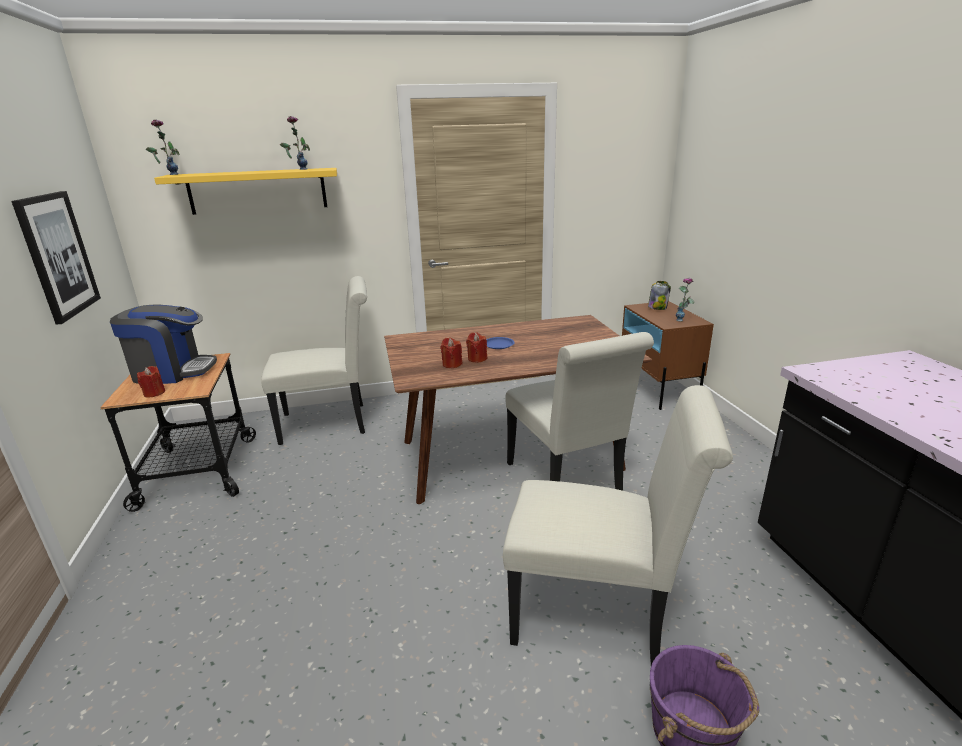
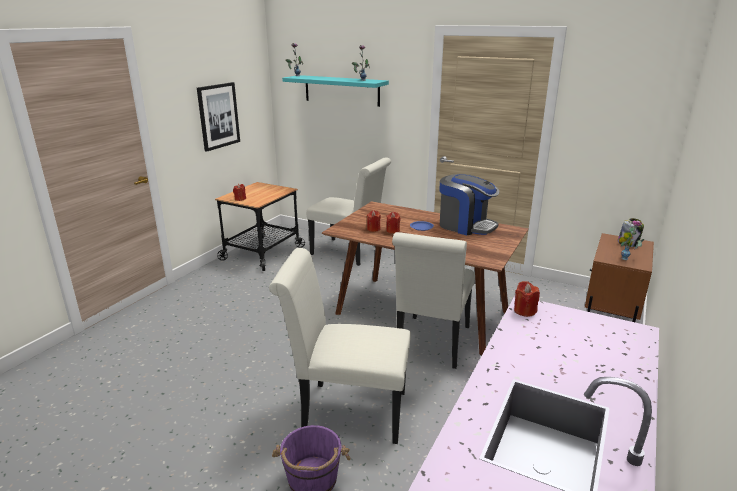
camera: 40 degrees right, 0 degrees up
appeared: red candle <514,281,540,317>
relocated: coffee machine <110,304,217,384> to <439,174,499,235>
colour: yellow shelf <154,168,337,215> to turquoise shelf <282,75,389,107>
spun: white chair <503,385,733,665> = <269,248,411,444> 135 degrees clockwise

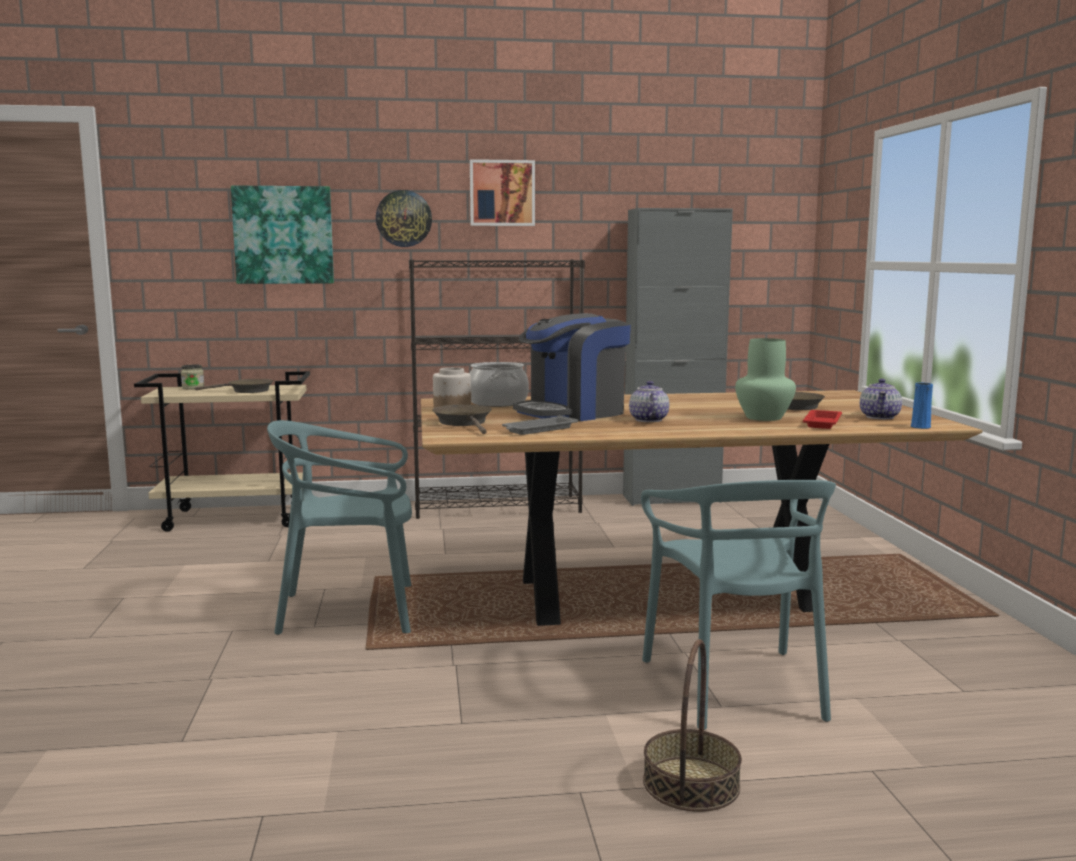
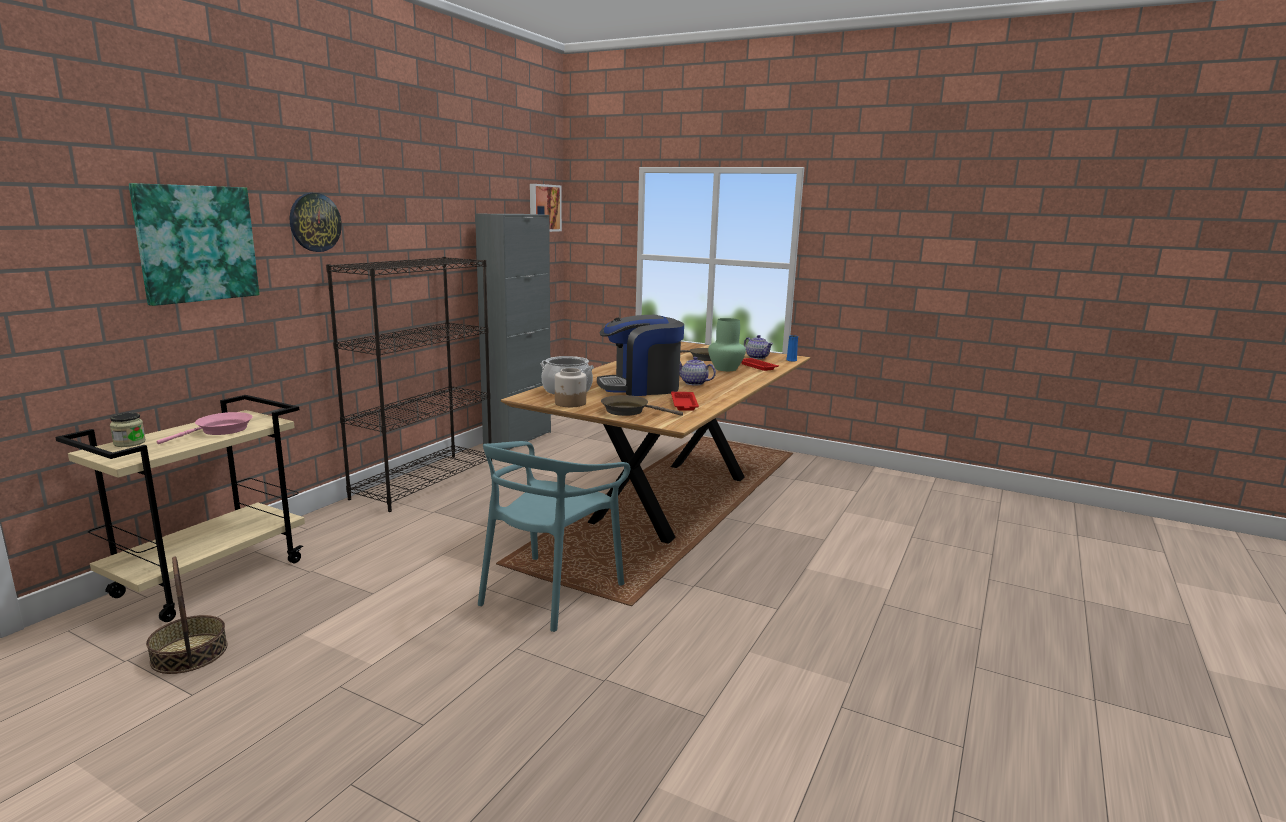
camera: 55 degrees left, 5 degrees up
missing: turquoise chair <641,480,836,730>
relocated: picture <470,159,535,226> to <530,184,562,232>; basket <643,639,742,812> to <146,556,228,674>
colour: brown frying pan <195,379,273,393> to pink frying pan <156,412,253,444>; grey tray <502,415,578,435> to red tray <671,392,699,411>
spun: coffee machine <513,313,631,421> = <597,315,684,396> 75 degrees clockwise

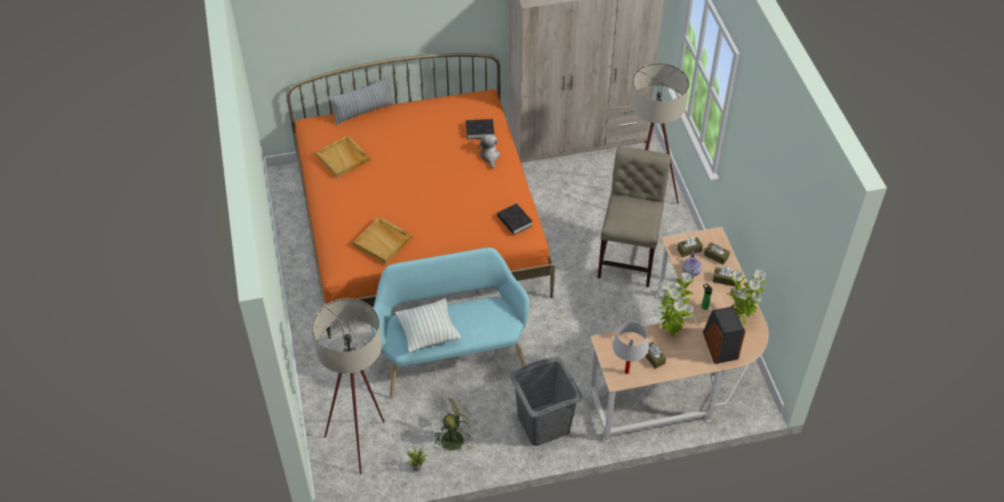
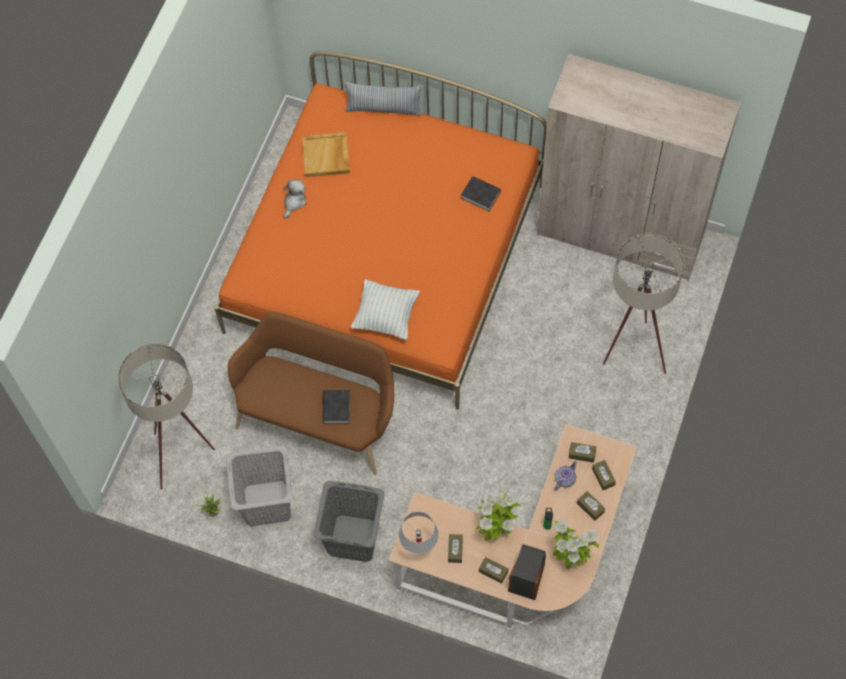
camera: 35 degrees right, 15 degrees up
missing: beige tray <353,216,412,264>; beige chair <598,146,671,287>
appeared: brown tissue box <479,557,508,584>
relocated: pillow <395,299,461,353> to <351,279,420,340>; plush toy <478,135,500,169> to <283,179,307,218>; black book <497,203,533,235> to <323,390,350,424>
exchanged: green fan <435,393,480,451> to grey laundry basket <226,445,293,526>
colour: turquoise bench <371,248,529,398> to brown bench <228,312,394,475>

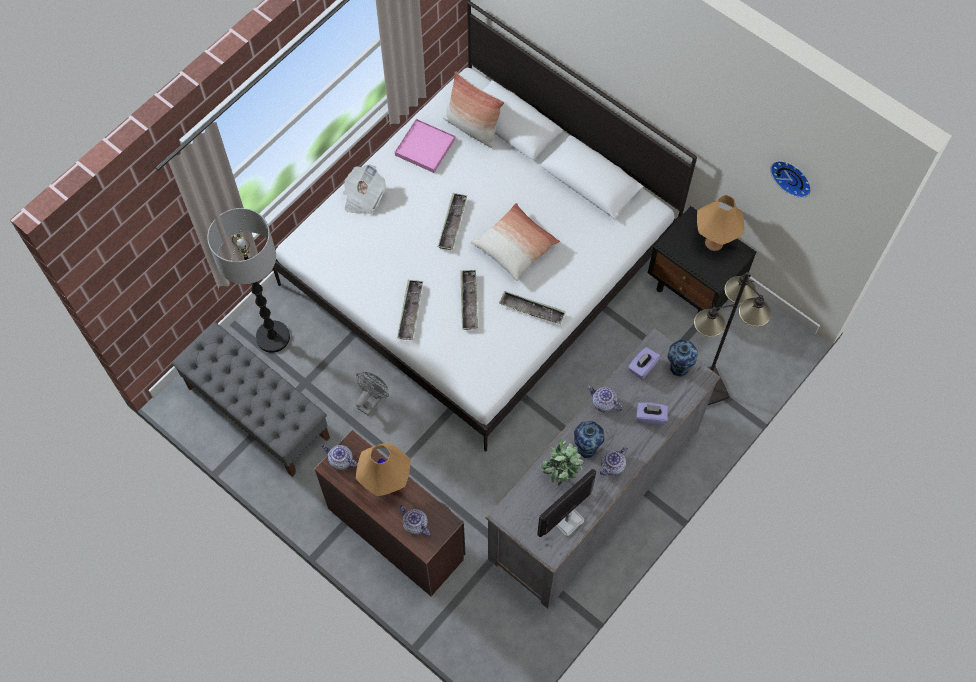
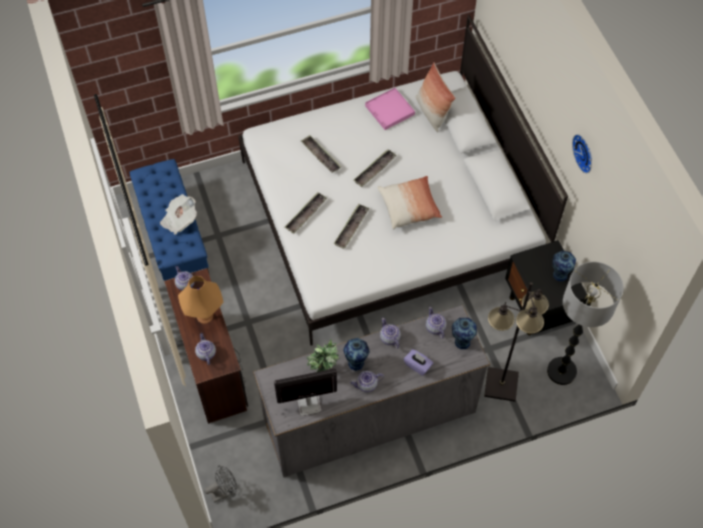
camera: 30 degrees right, 5 degrees down
relocated: floor lamp <207,208,290,353> to <547,262,624,385>; newspaper <343,164,386,214> to <160,194,197,235>; grey fan <356,372,389,416> to <204,465,237,503>; tray <499,291,566,324> to <301,135,341,173>; wall clock <770,161,811,198> to <572,134,592,174>
exchanged: purple tissue box <628,347,661,380> to teapot <426,307,446,338>; orange table lamp <697,195,744,251> to vase <552,251,576,282>
colour: grey bench <172,322,330,477> to blue bench <129,159,209,281>

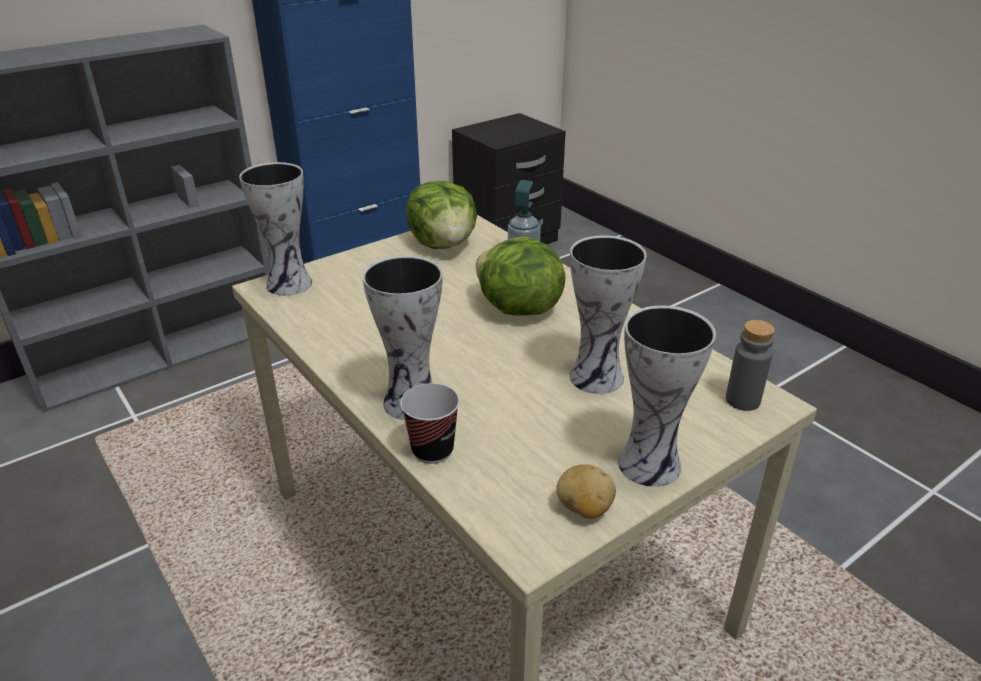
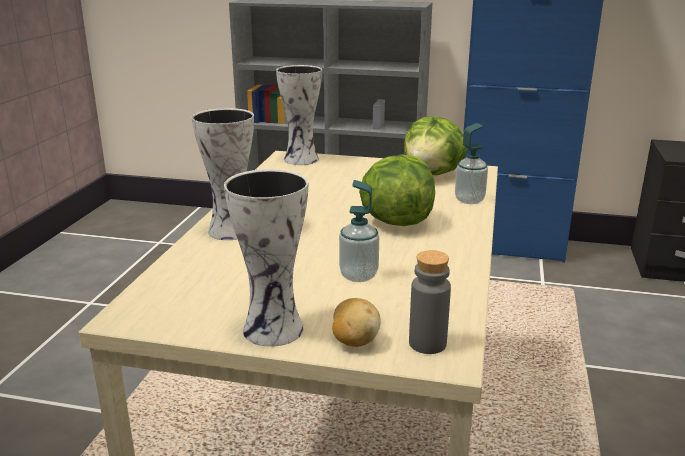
camera: 50 degrees right, 10 degrees down
missing: cup <400,383,460,464>
relocated: potato <556,464,616,519> to <332,298,381,347>
exchanged: vase <569,235,647,394> to soap dispenser <339,180,379,282>

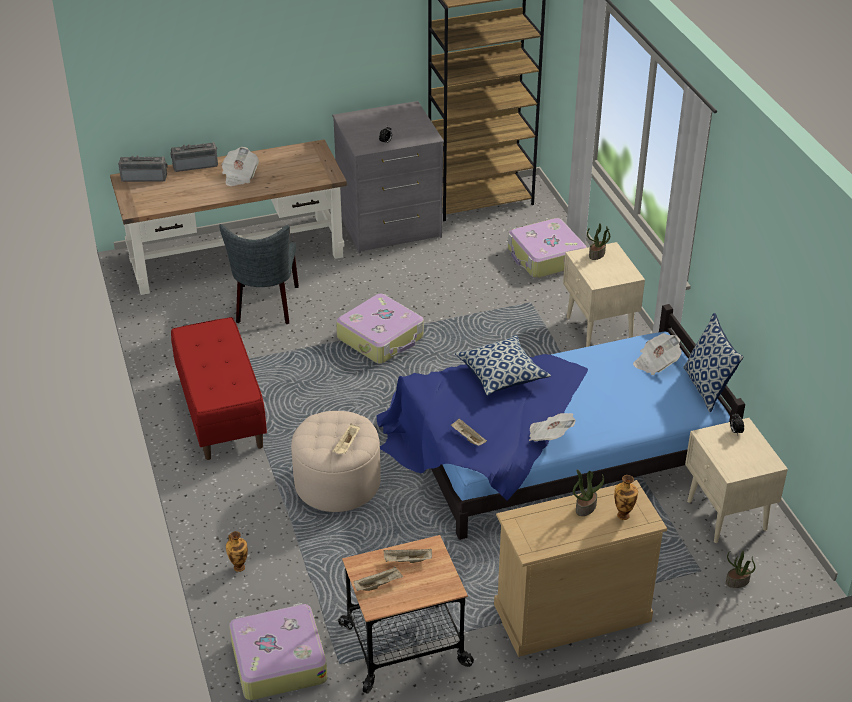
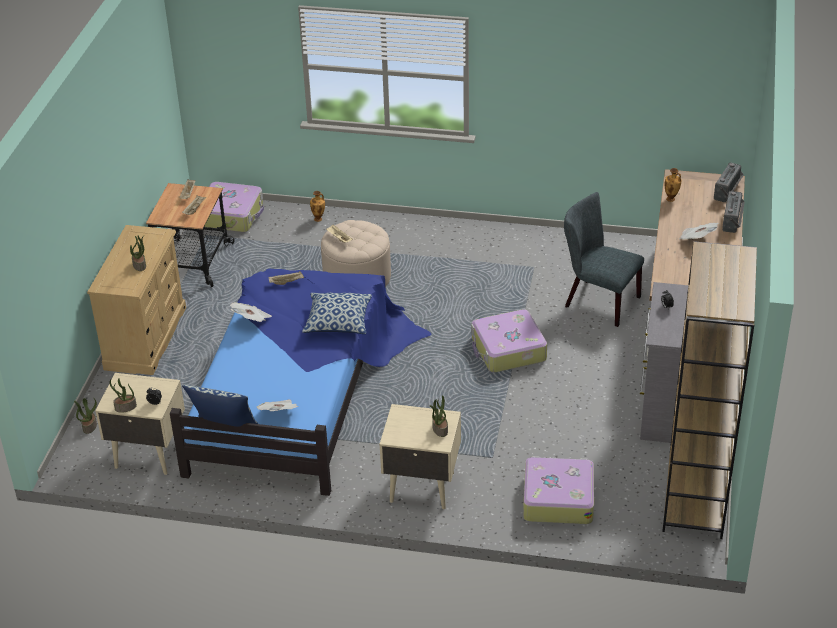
camera: 120 degrees right, 0 degrees up
missing: red bench <171,317,267,460>
appeared: potted plant <109,378,137,413>
relocated: vase <614,475,638,520> to <665,168,682,202>

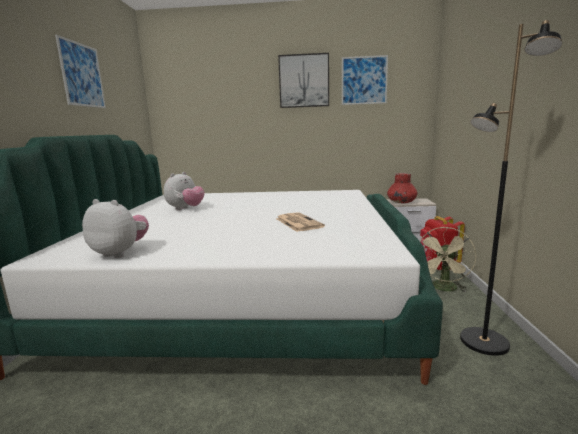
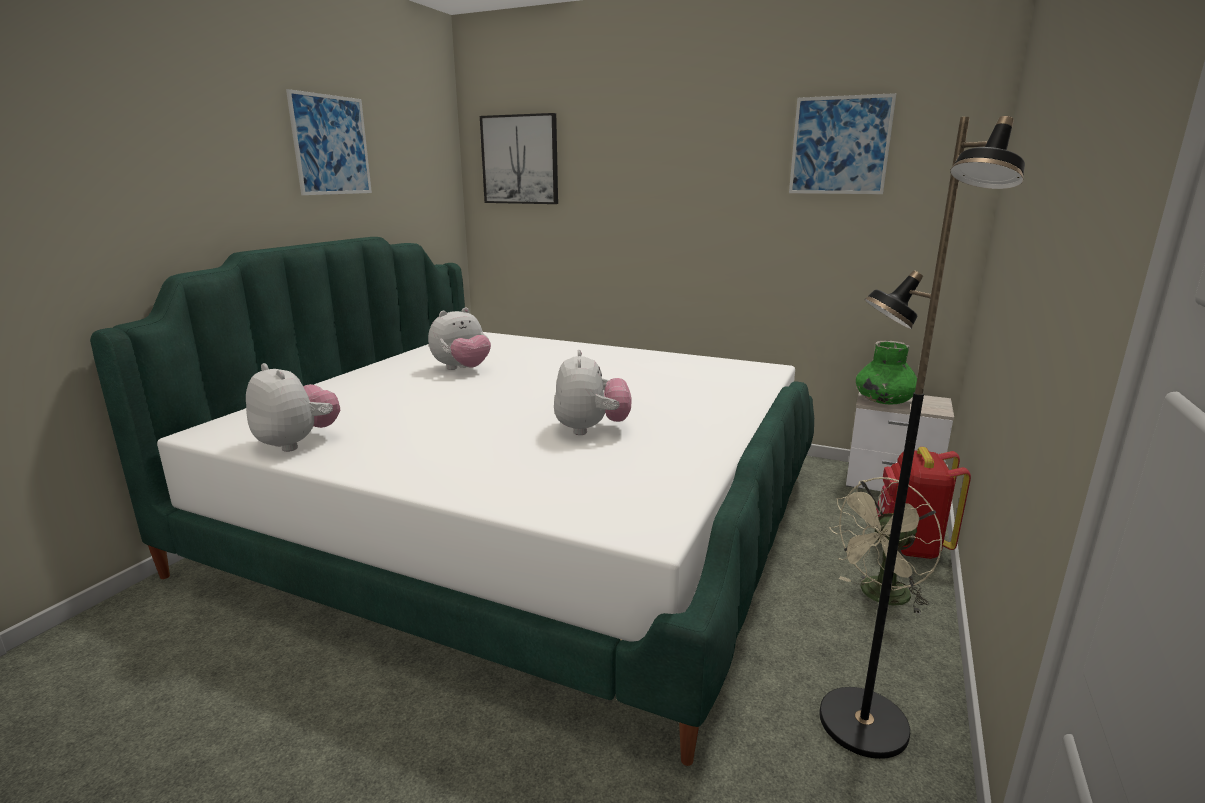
camera: 20 degrees right, 5 degrees up
relocated: picture <278,53,329,108> to <480,113,558,204>
exchanged: newspaper <276,212,325,232> to plush toy <554,350,632,435>
colour: red vase <387,173,417,203> to green vase <856,341,917,404>

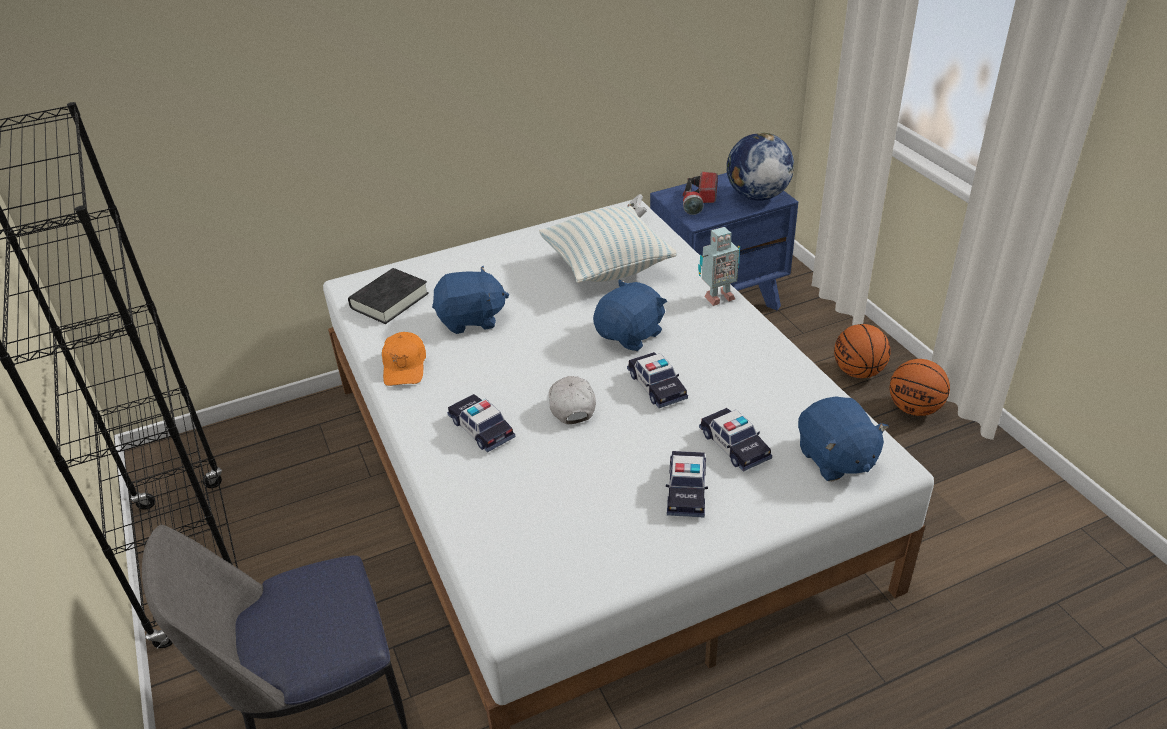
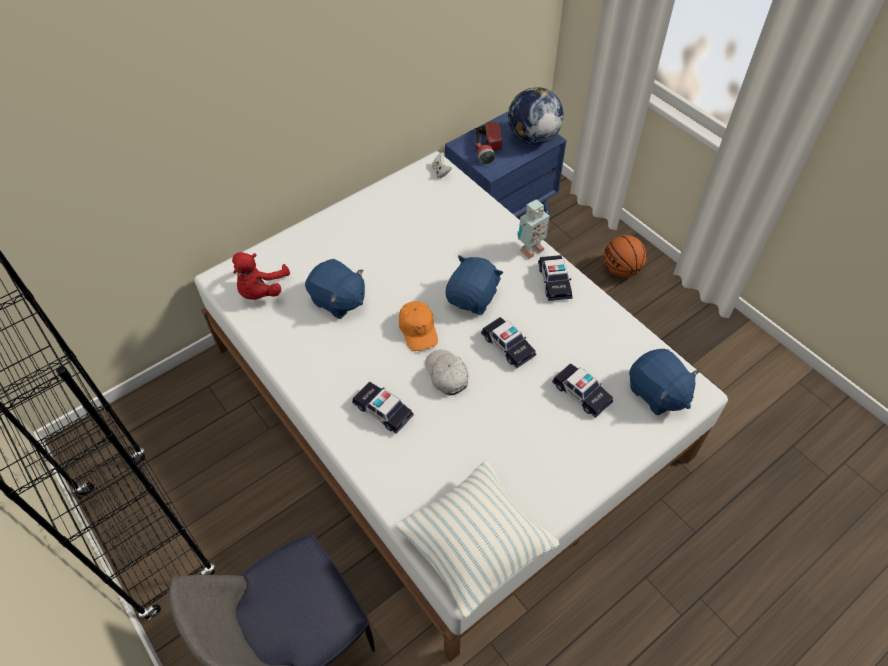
camera: 15 degrees left, 15 degrees up
missing: basketball <889,359,950,416>
relocated: orange cap <382,332,426,386> to <399,301,438,351>; pillow <539,206,677,283> to <395,460,559,619>; toy car <666,451,708,518> to <538,255,573,301>
exchanged: black book <348,268,429,324> to red plush toy <232,252,290,300>
spun: blue plush toy <432,266,509,334> = <305,259,365,319> 60 degrees clockwise

